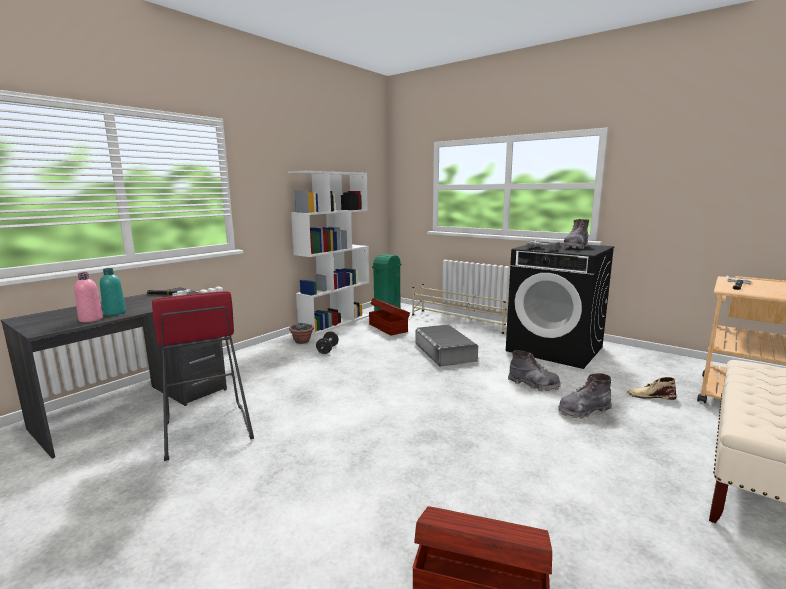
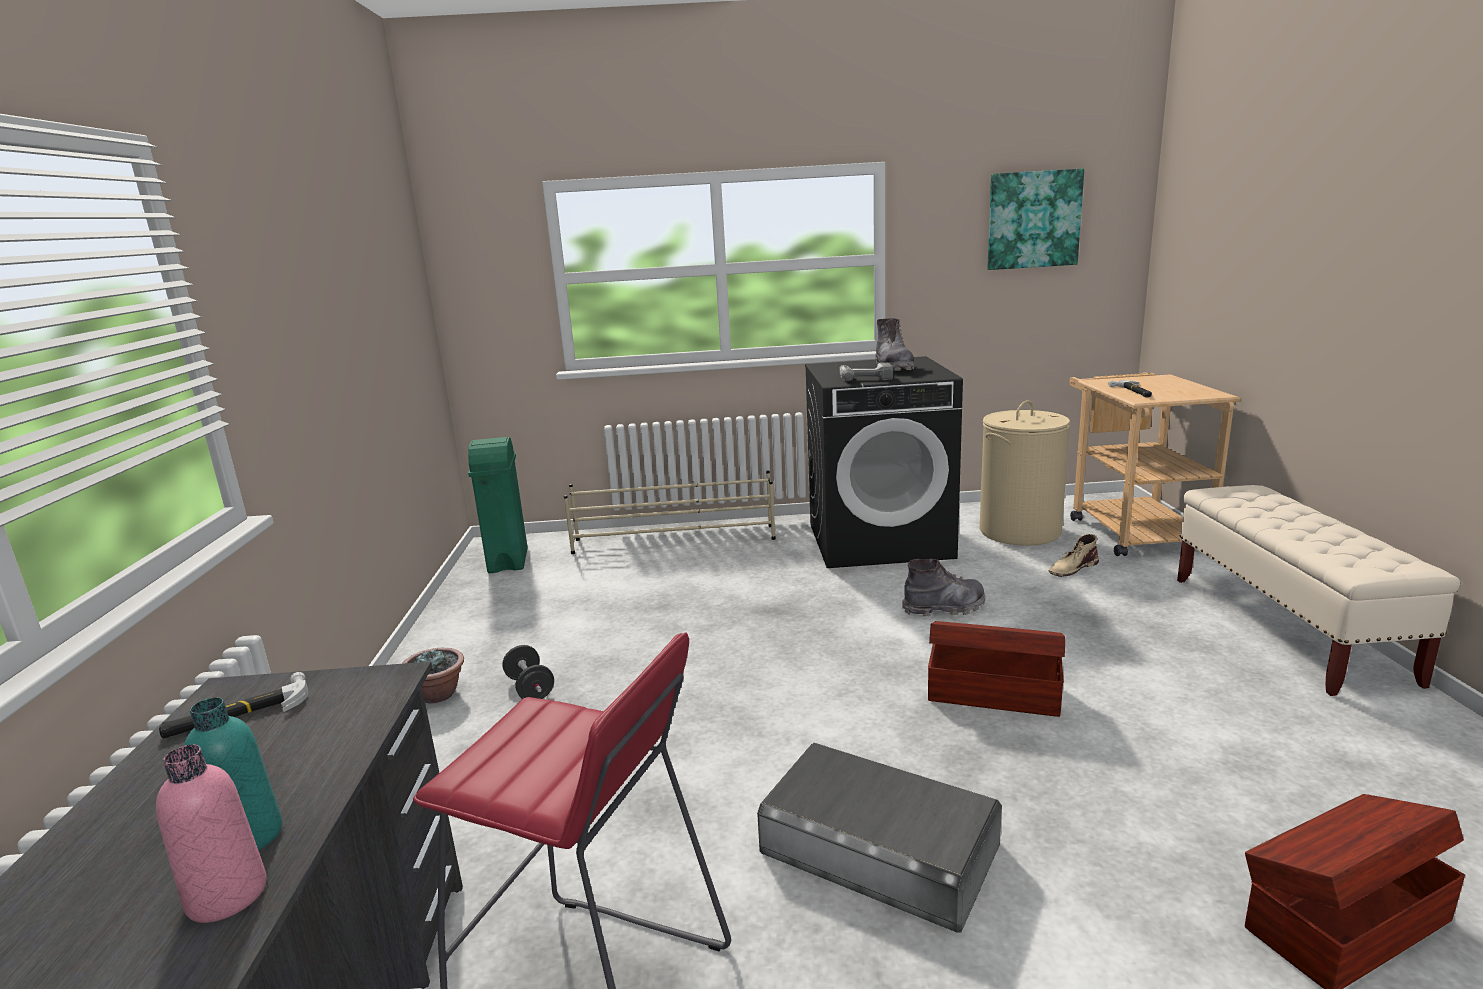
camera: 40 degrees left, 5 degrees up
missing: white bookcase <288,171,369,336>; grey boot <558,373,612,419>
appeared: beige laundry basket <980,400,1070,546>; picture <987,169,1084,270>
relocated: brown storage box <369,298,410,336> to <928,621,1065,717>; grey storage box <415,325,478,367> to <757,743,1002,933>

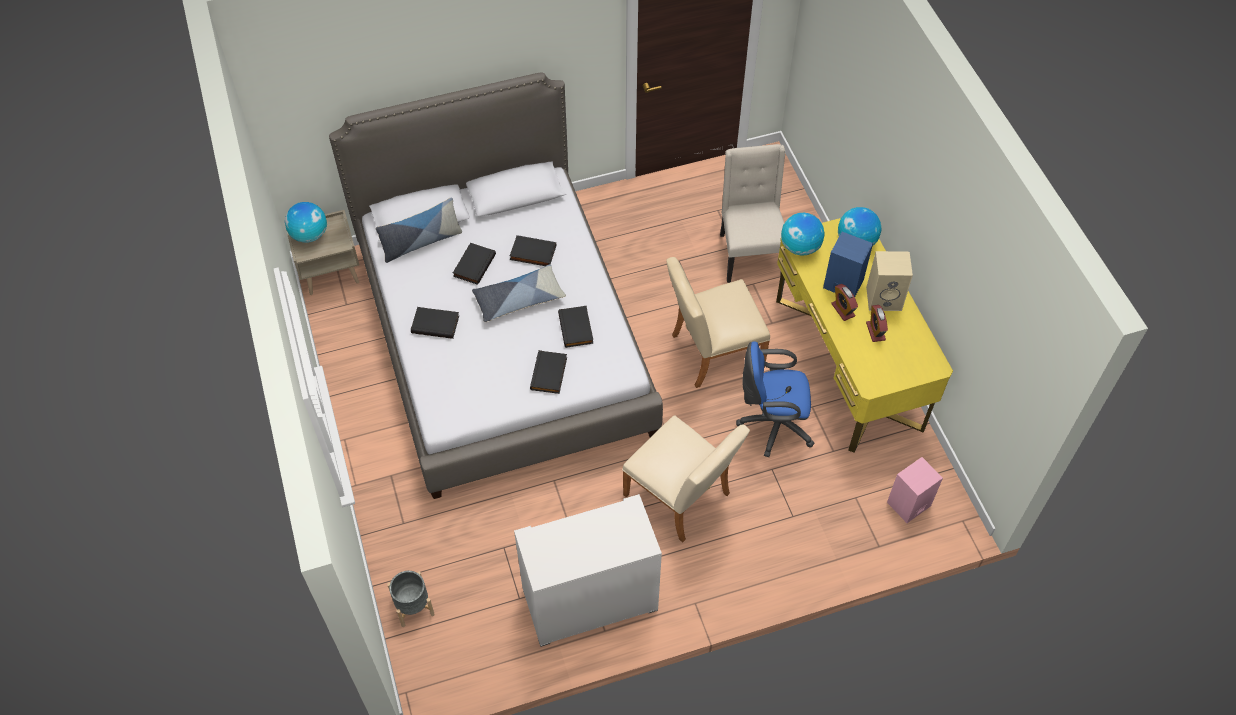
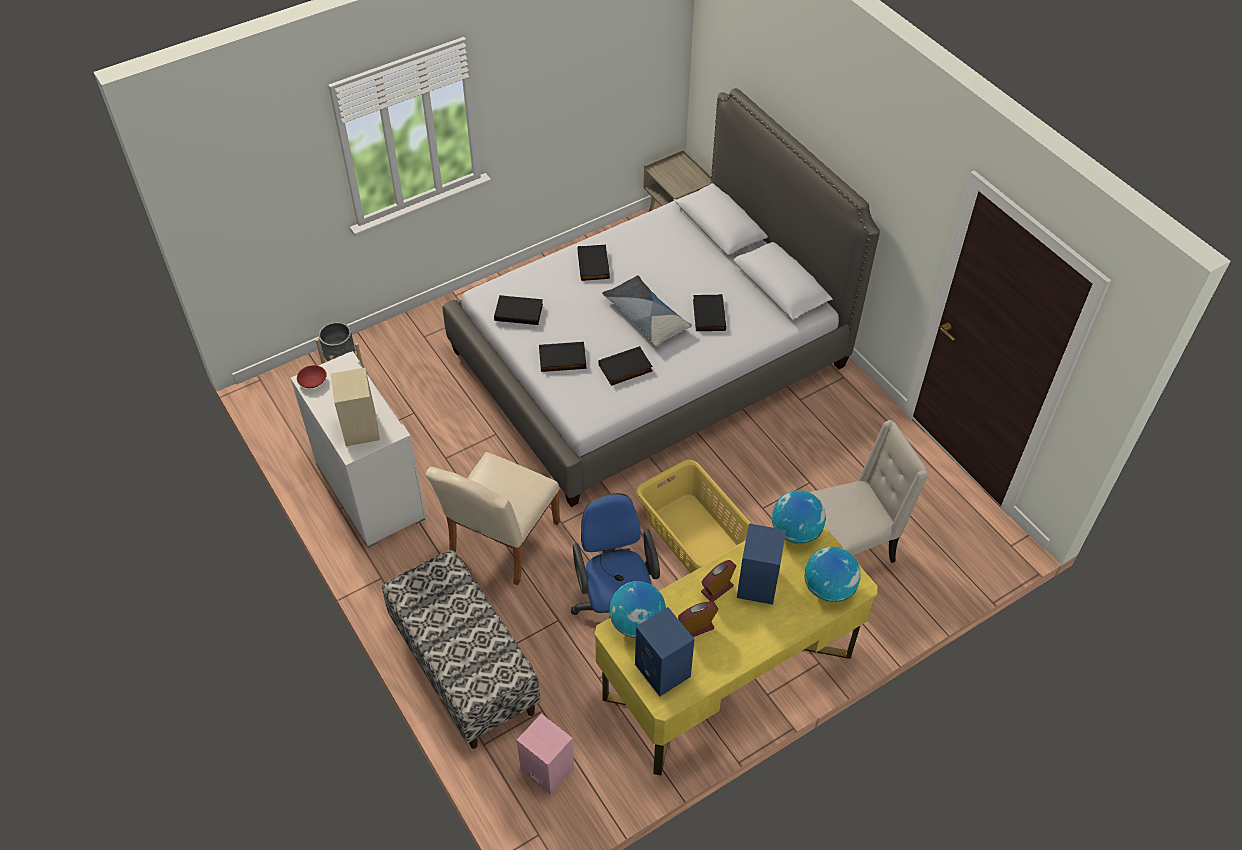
camera: 75 degrees right, 5 degrees down
missing: pillow <376,197,462,263>
appeared: red bowl <297,365,327,388>; bench <382,550,541,749>; blue speaker <635,607,695,696>
relocated: globe <285,202,327,243> to <610,581,666,638>; black book <453,243,496,285> to <494,295,543,325>; beige speaker <866,251,913,311> to <331,368,380,446>
exchanged: beige chair <666,257,770,388> to yellow laundry basket <636,460,751,573>

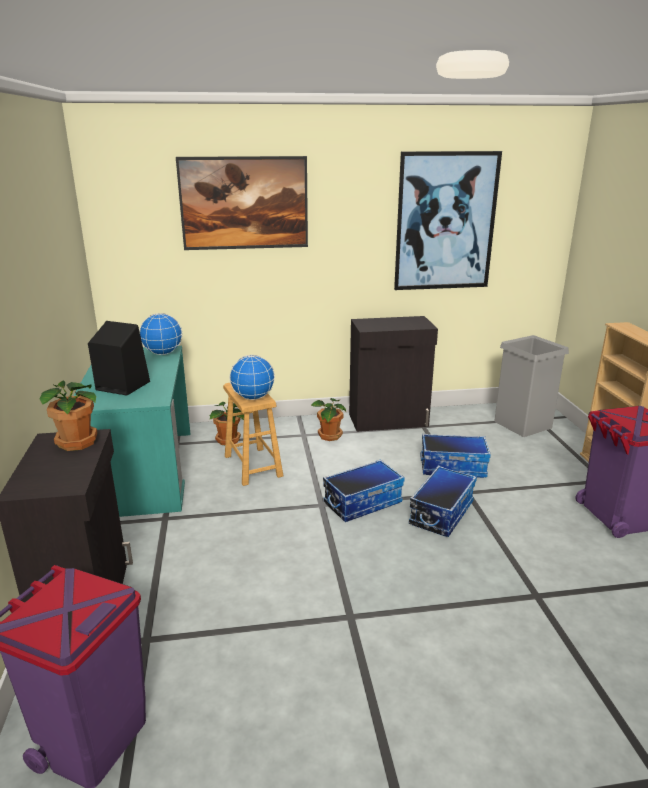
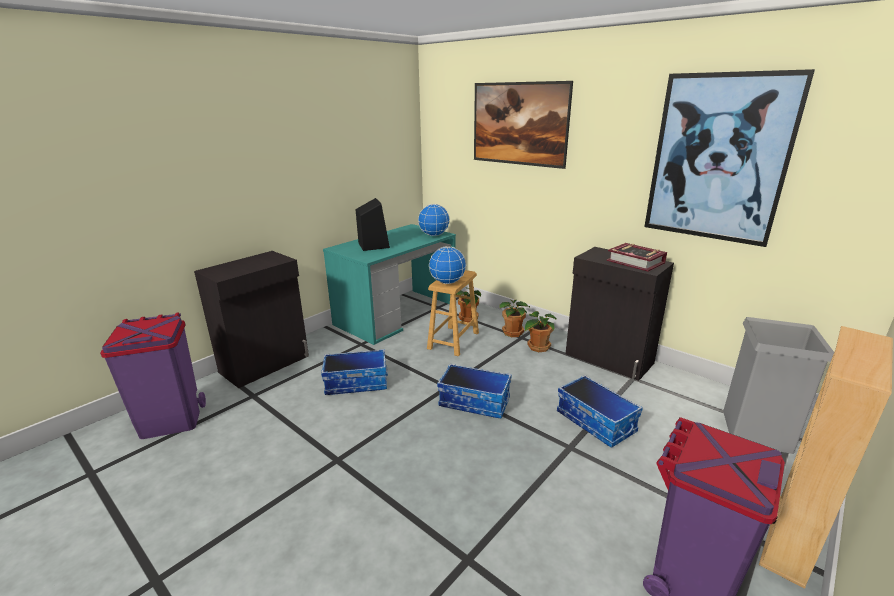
camera: 50 degrees right, 0 degrees up
appeared: book <607,243,667,272>
relocated: potted plant <40,380,97,451> to <499,299,530,337>; storage box <409,466,477,537> to <321,349,388,395>

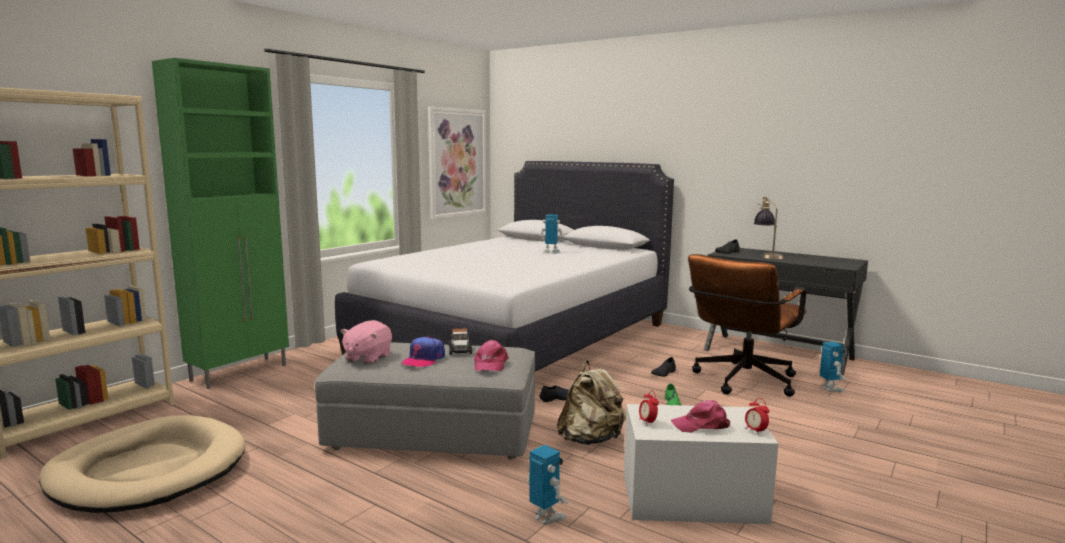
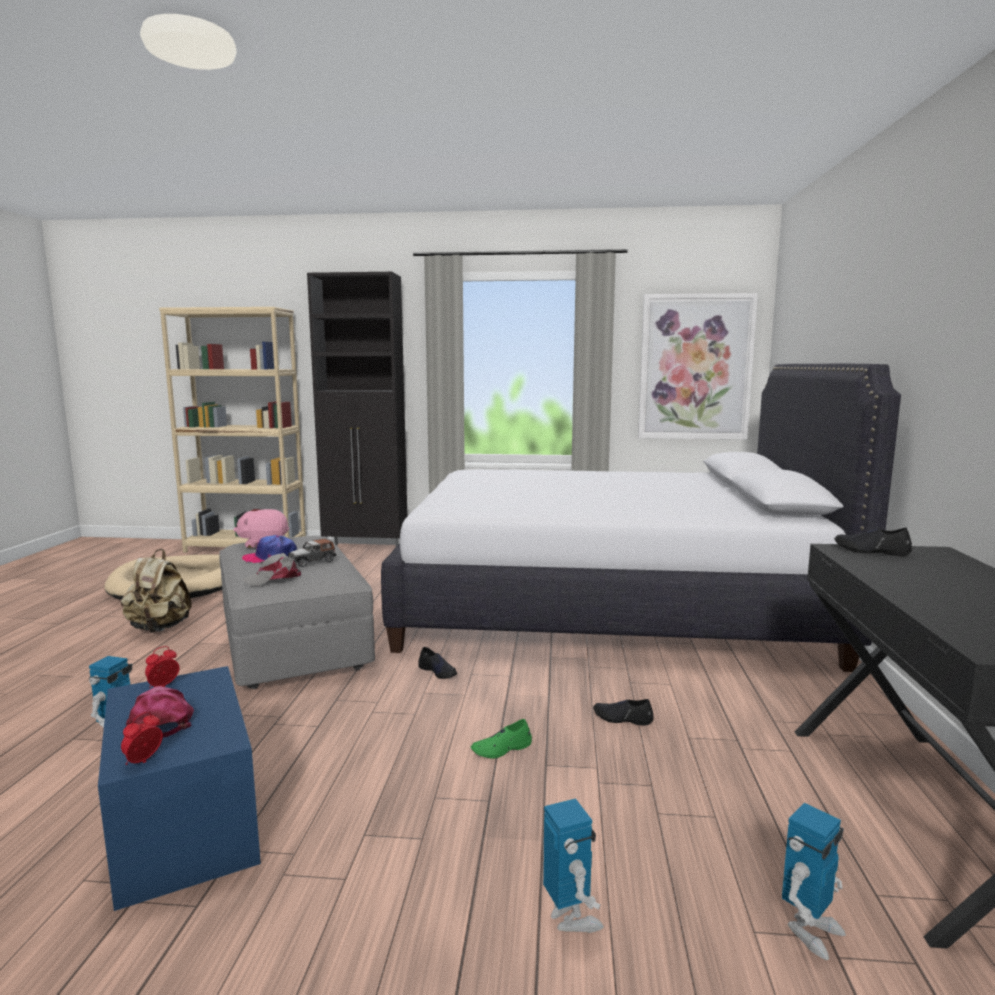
camera: 60 degrees right, 0 degrees up
missing: brown office chair <688,254,806,397>; table lamp <754,196,783,259>
relocated: toy robot <540,214,564,254> to <543,798,604,933>; beige backpack <557,360,626,445> to <121,549,192,633>
colour: green cabinet <152,58,289,389> to black cabinet <307,272,407,547>; pink cap <474,340,509,371> to grey cap <243,553,301,586>; white storage box <624,404,778,524> to blue storage box <98,666,261,911>

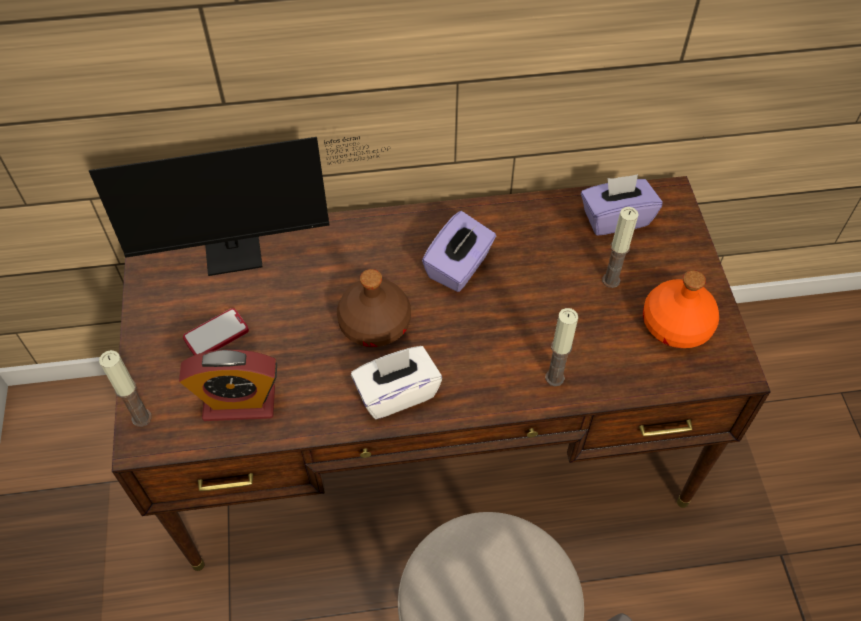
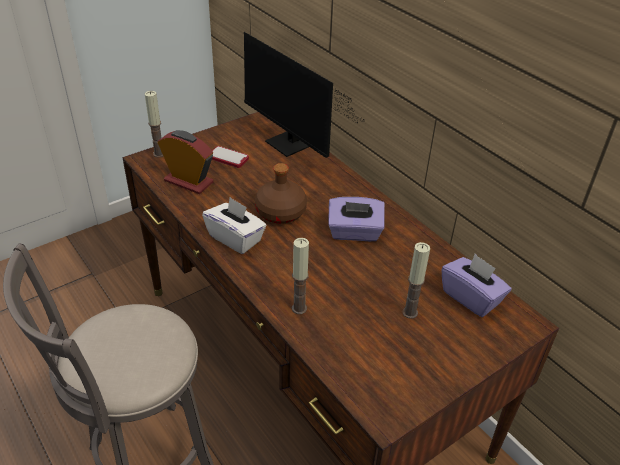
camera: 60 degrees right, 15 degrees down
missing: orange bottle <643,270,719,348>
spun: alarm clock <179,350,277,421> = <157,130,213,194> 150 degrees clockwise

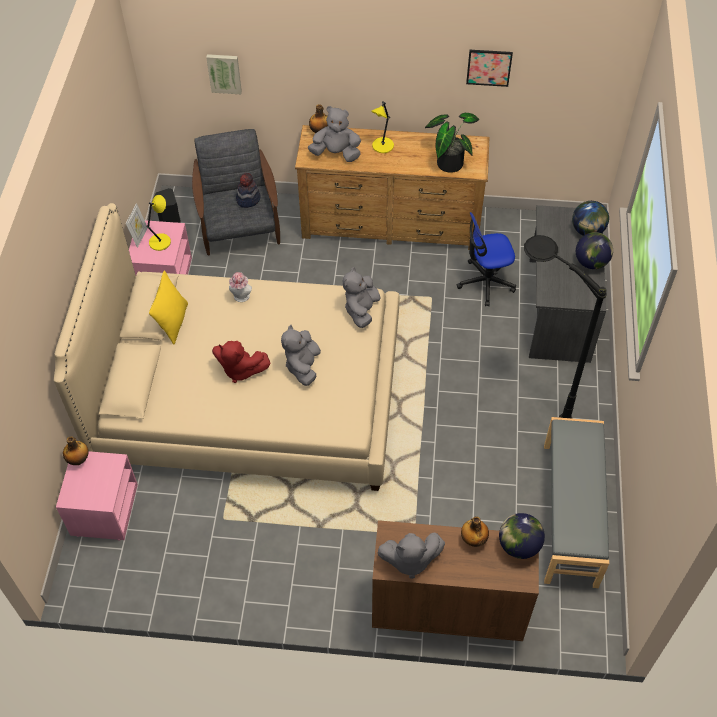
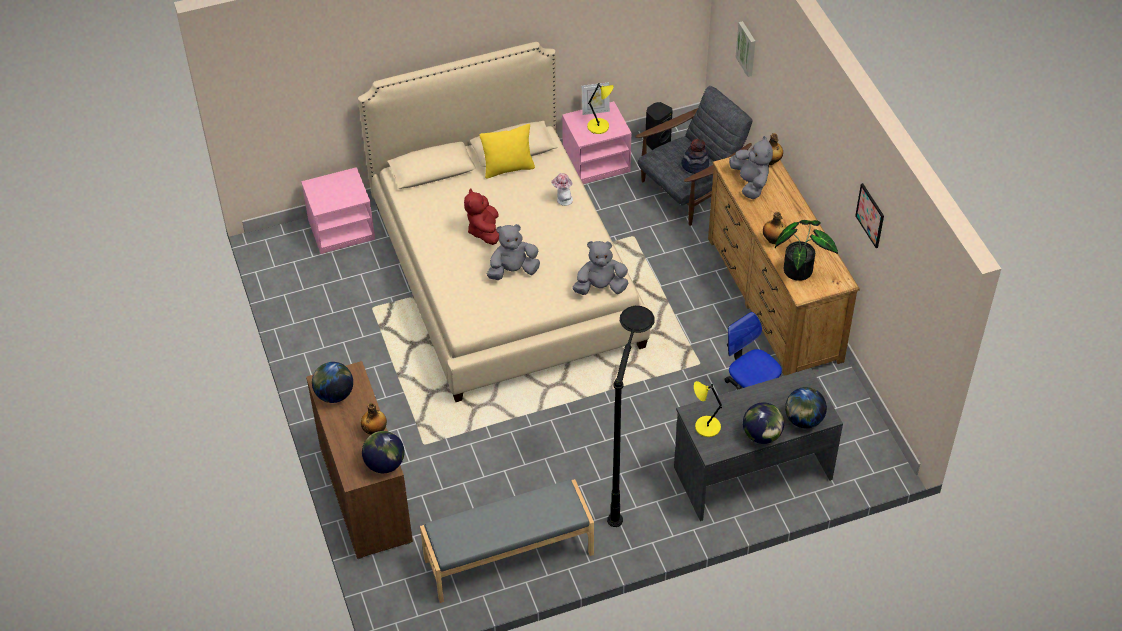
camera: 65 degrees right, 5 degrees down
relocated: bottle <63,436,88,465> to <763,212,786,244>; yellow table lamp <371,101,394,153> to <694,381,722,437>
exchanged: grey plush toy <377,532,445,579> to globe <312,362,353,403>

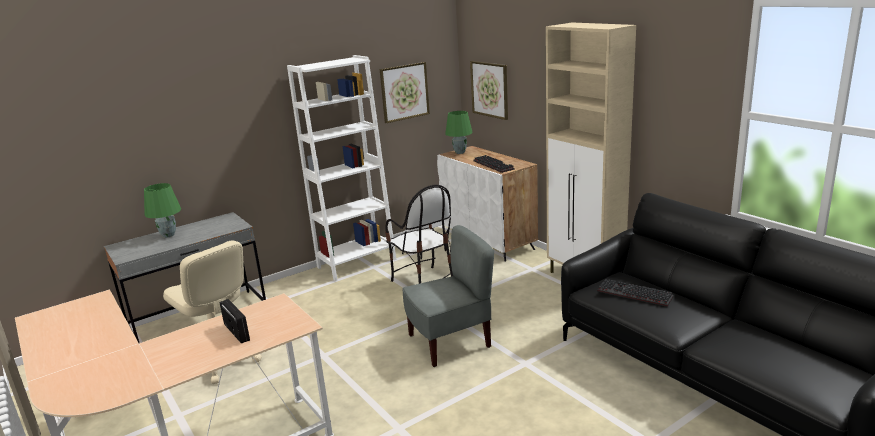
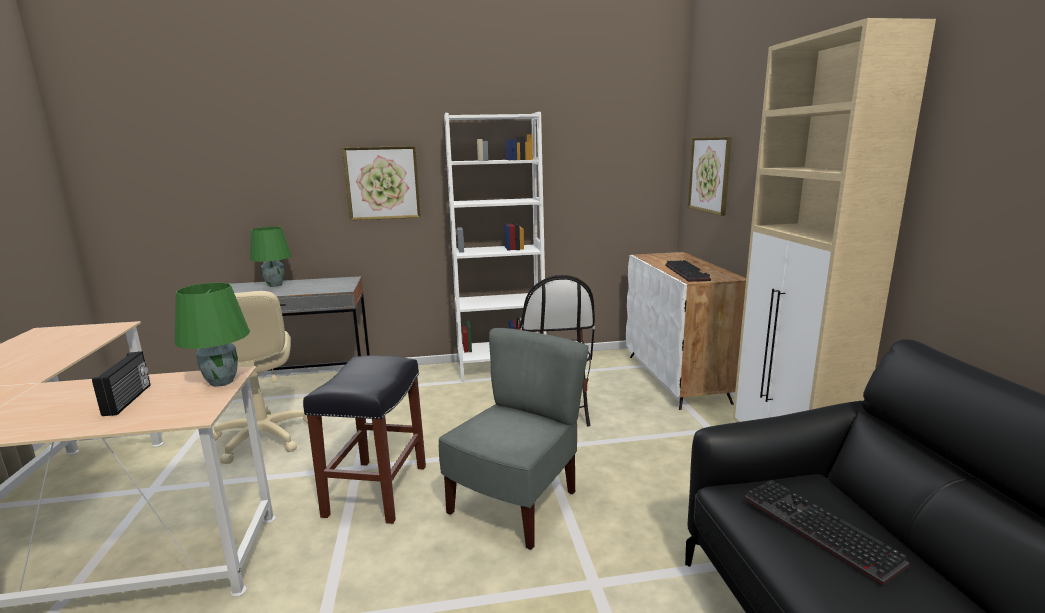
camera: 25 degrees right, 5 degrees down
appeared: black stool <303,355,426,524>
relocated: picture <380,62,430,123> to <342,146,421,220>; green table lamp <445,111,473,154> to <175,283,250,387>
spun: grey chair <402,225,494,367> = <439,328,589,550> 60 degrees counterclockwise

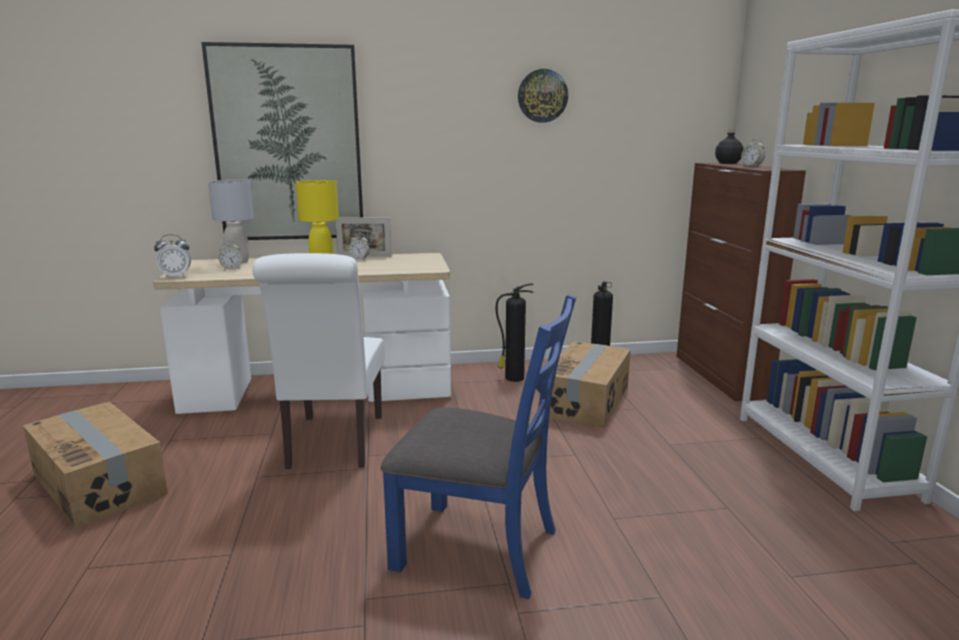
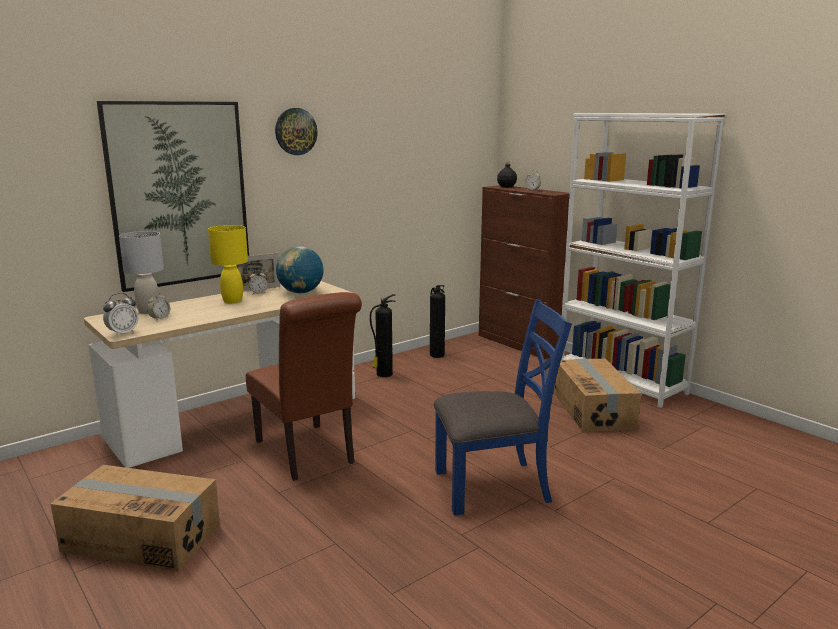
camera: 30 degrees left, 0 degrees up
appeared: globe <276,246,324,293>
relocated: wall clock <518,69,568,123> to <275,108,318,155>; cardboard box <549,341,631,428> to <554,359,641,432>
colour: white chair <252,253,385,469> to brown chair <246,292,362,481>

